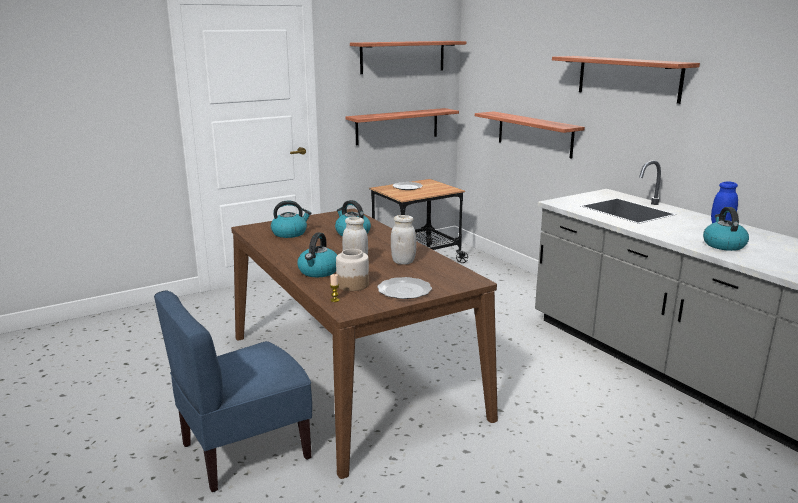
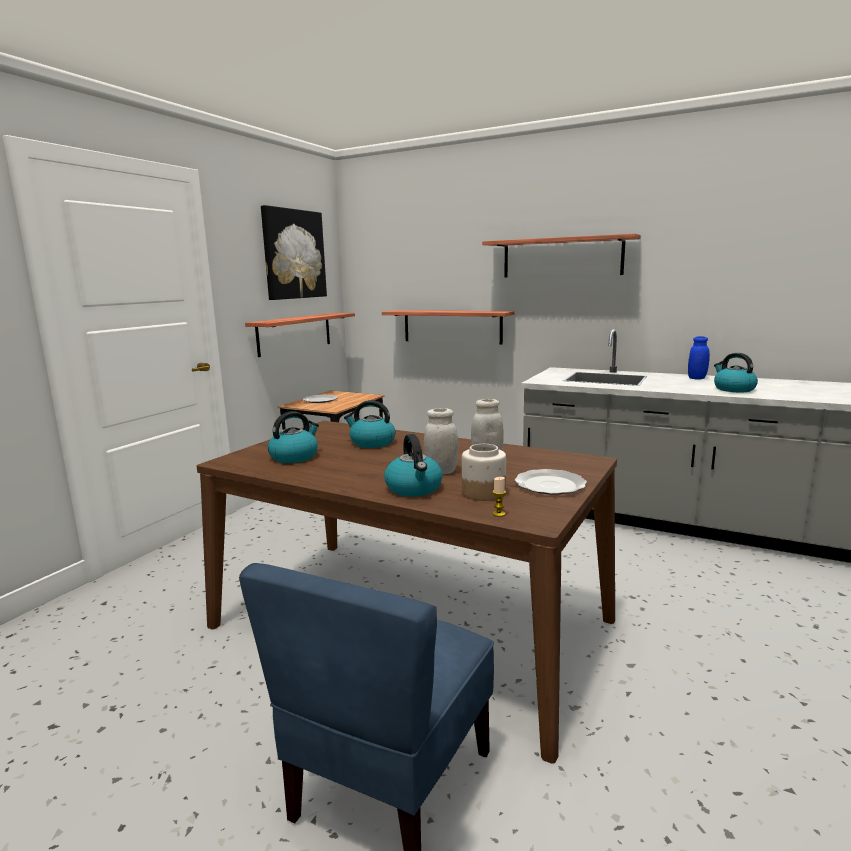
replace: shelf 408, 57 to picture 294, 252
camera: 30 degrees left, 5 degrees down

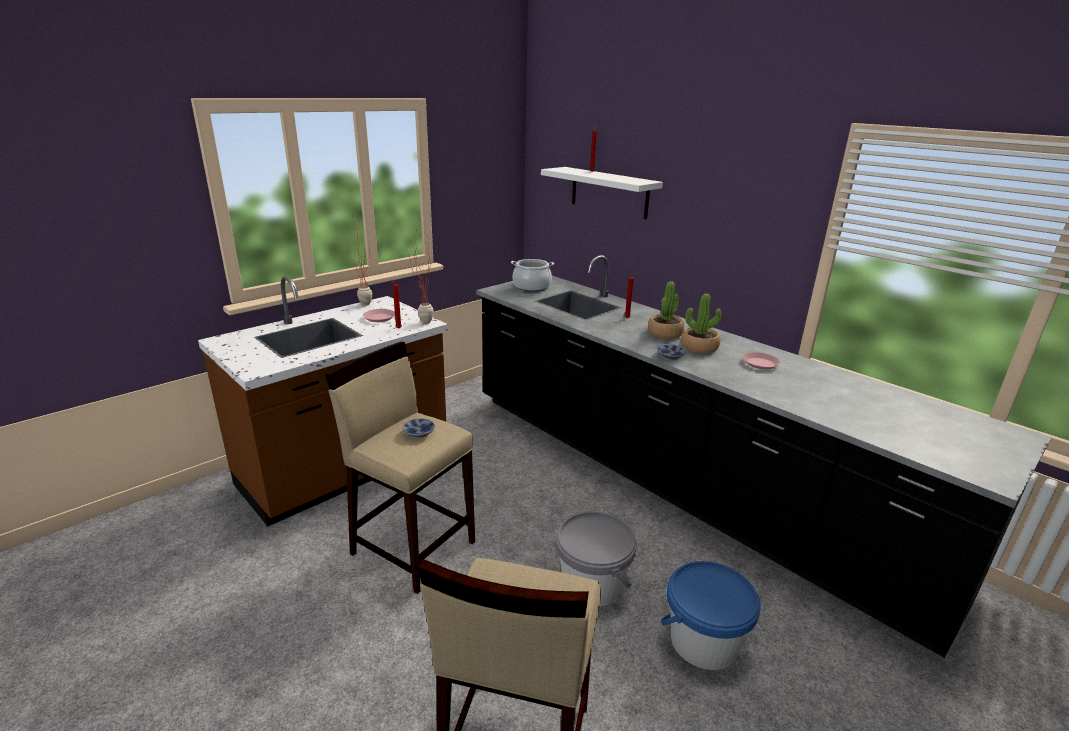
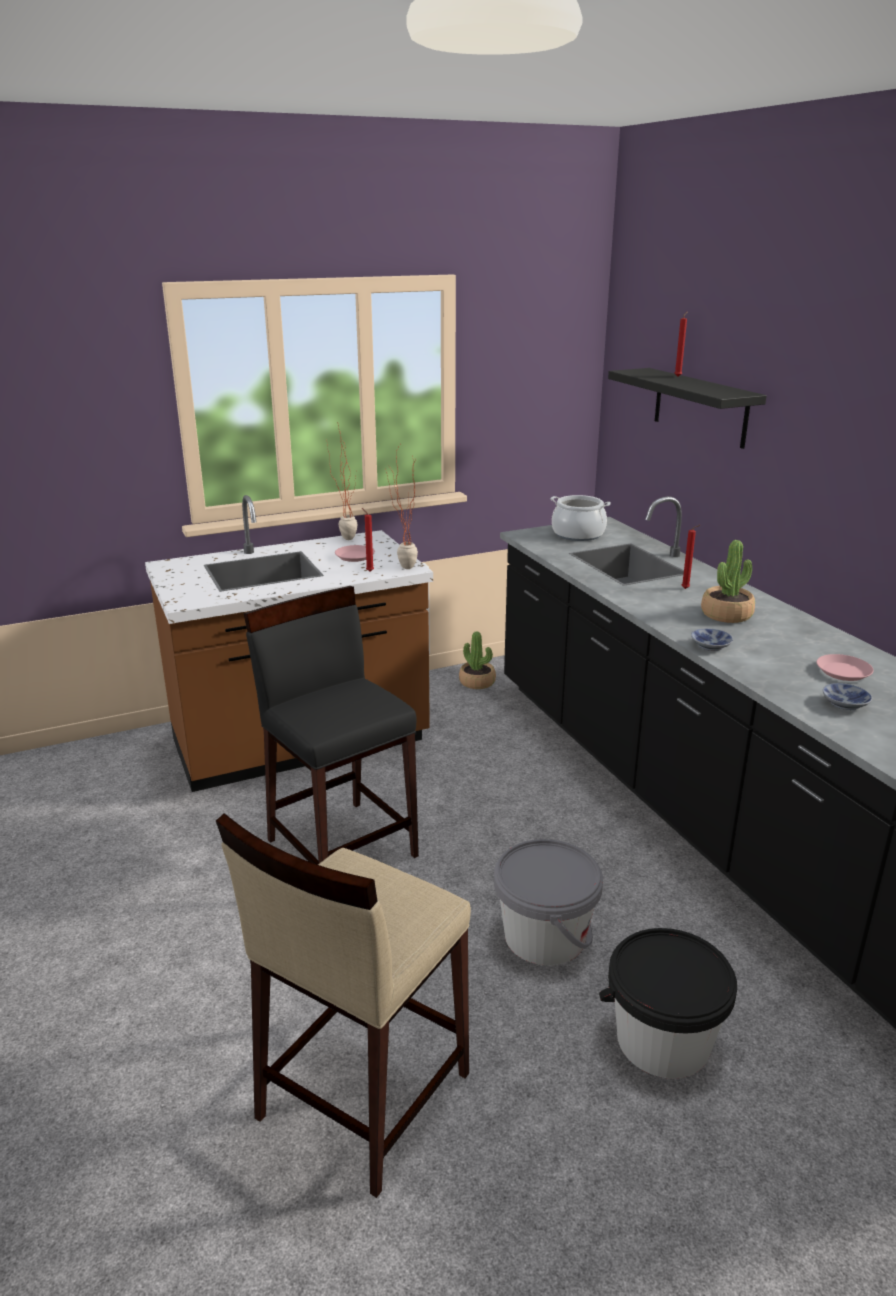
move: potted plant 701, 324 to 477, 660; bowl 419, 428 to 847, 696
recolor: shelf (white) 602, 193 to shelf (black) 687, 408; stool (beige) 400, 468 to stool (black) 331, 725; bucket (blue) 710, 615 to bucket (black) 668, 1003
camera: 20 degrees right, 0 degrees up

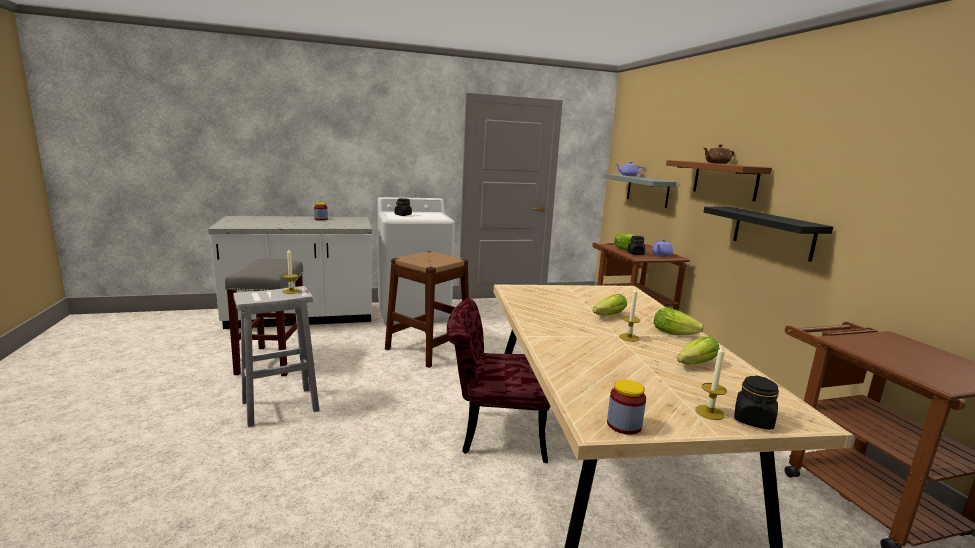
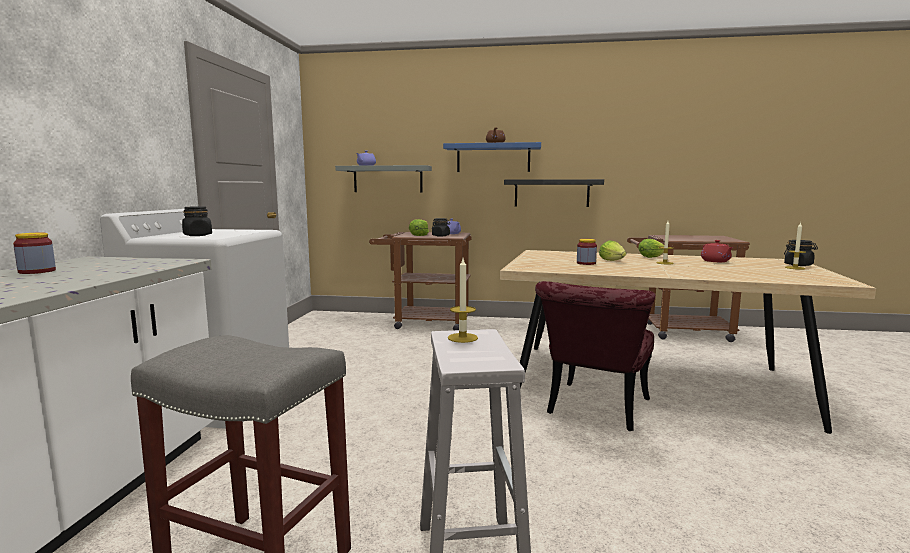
delete: stool (brown) 427, 309
move: jar 626, 407 to 587, 252
replace: lettuce 698, 351 to teapot (red) 717, 251
recolor: shelf (brown) 719, 180 to shelf (blue) 492, 157
camera: 65 degrees left, 5 degrees down

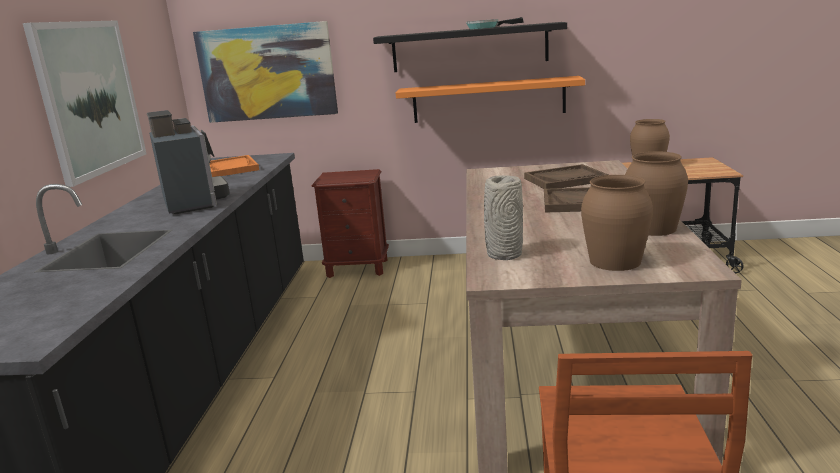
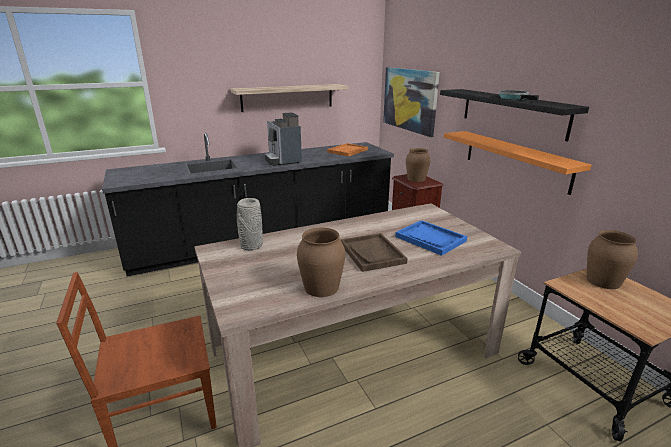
move: vase (brown) 617, 223 to 418, 165
replace: picture 85, 103 to shelf 290, 98
recolor: tray (brown) 566, 176 to tray (blue) 431, 238
rotate: coffee machine 188, 162 = 283, 139 120 degrees clockwise
camera: 60 degrees right, 5 degrees up

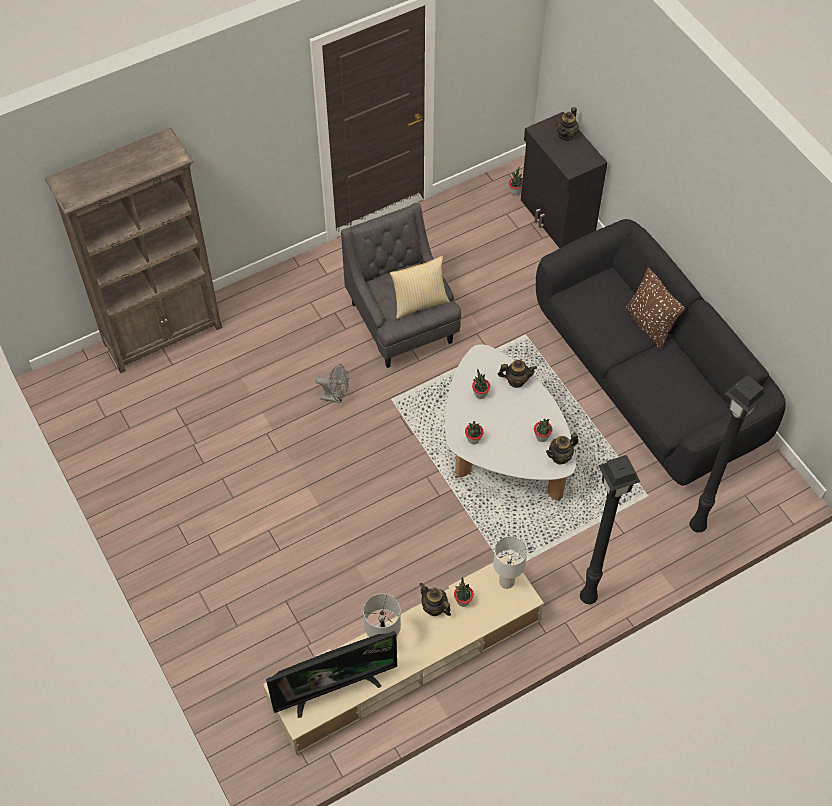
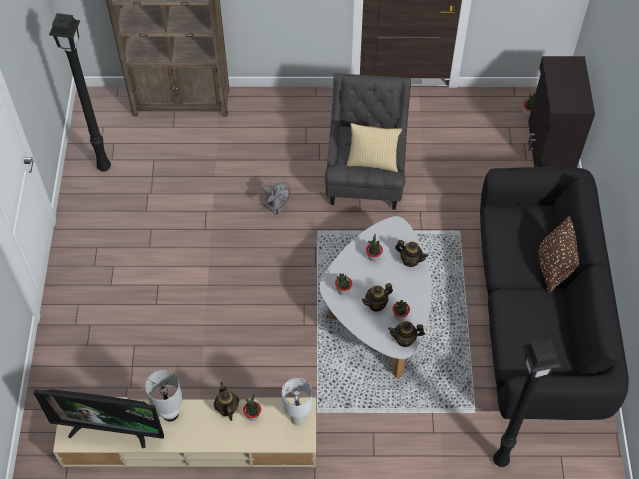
move: teapot 567, 124 to 377, 297; floor lamp (black) 610, 529 to 80, 92
camera: 30 degrees right, 0 degrees up

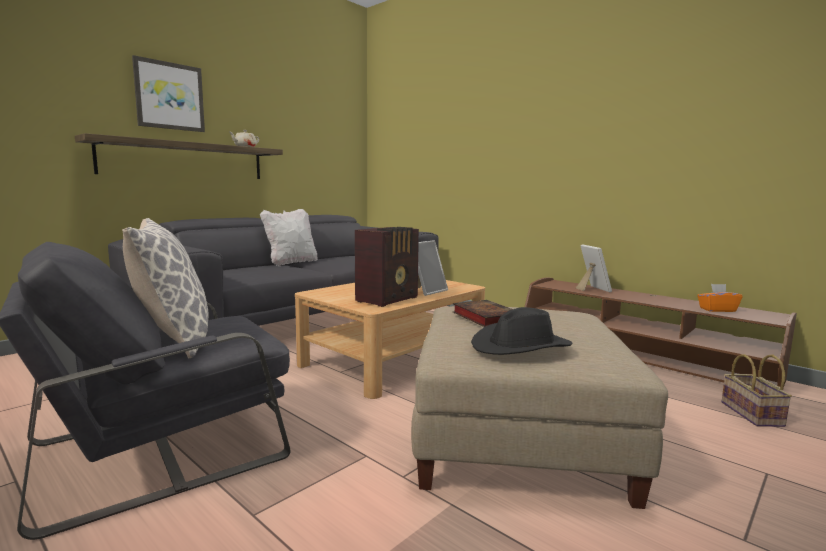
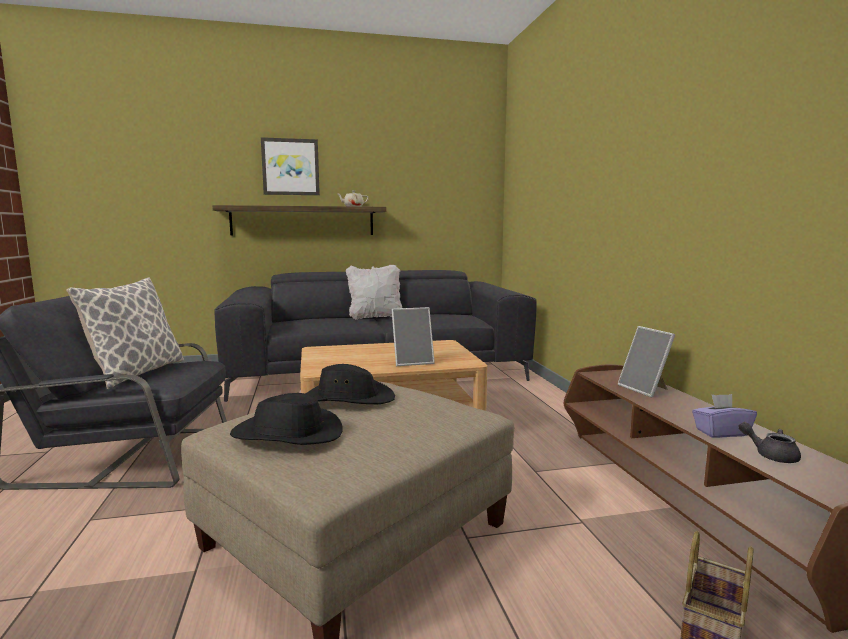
delete: radio 387, 267
insert: tissue box (purple) 724, 416
replace: tissue box (orange) 719, 298 to teapot (grey) 769, 442; book 483, 313 to hat (black) 350, 384
rotate: picture frame 594, 268 = 646, 361 135 degrees clockwise
camera: 35 degrees right, 0 degrees up

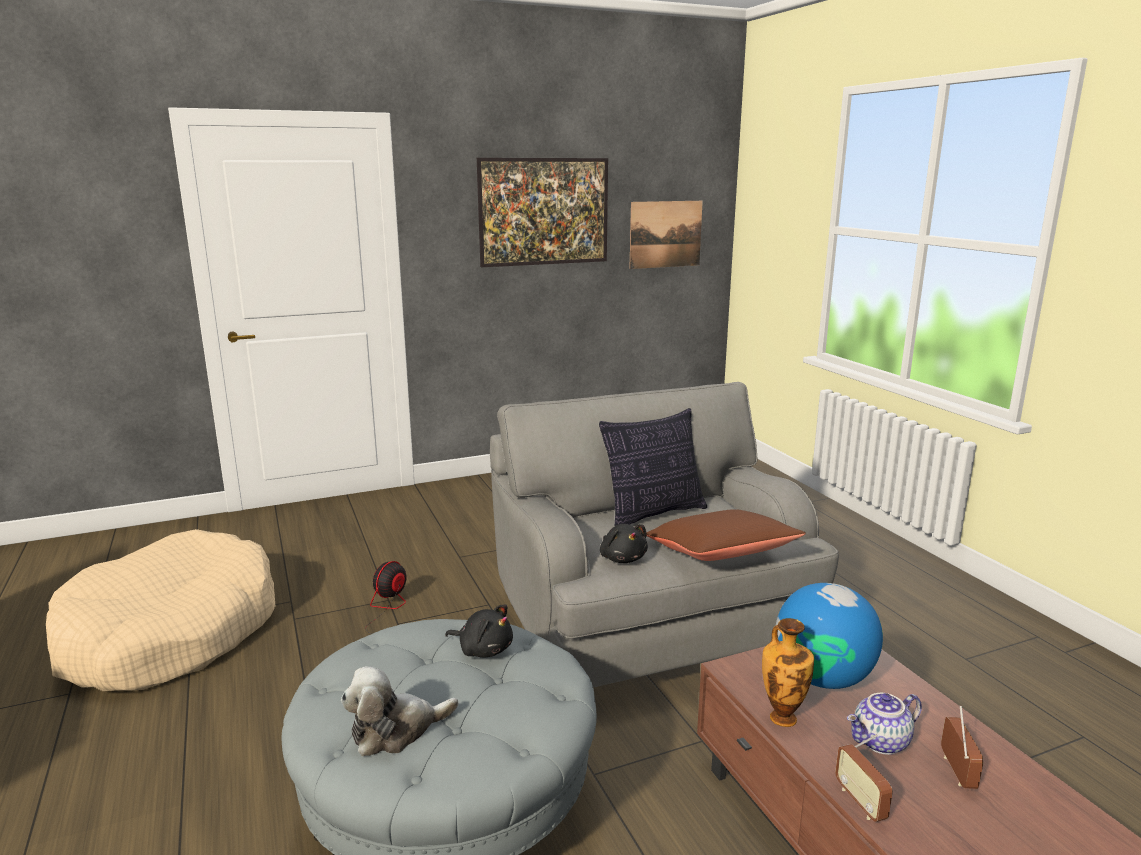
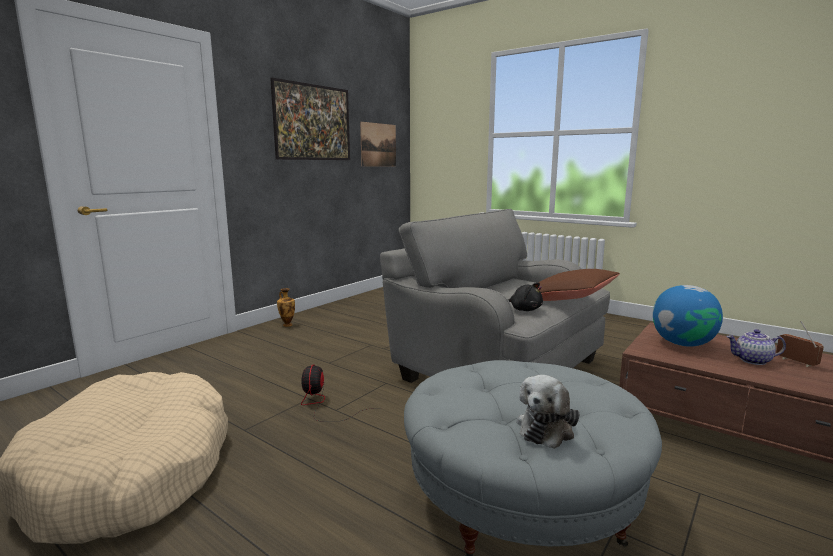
delete: pillow 653, 467; plush toy (black) 479, 630; radio 864, 778
move: vase 788, 672 to 286, 307
rotate: teapot 884, 724 = 756, 347 60 degrees clockwise
camera: 30 degrees left, 5 degrees down

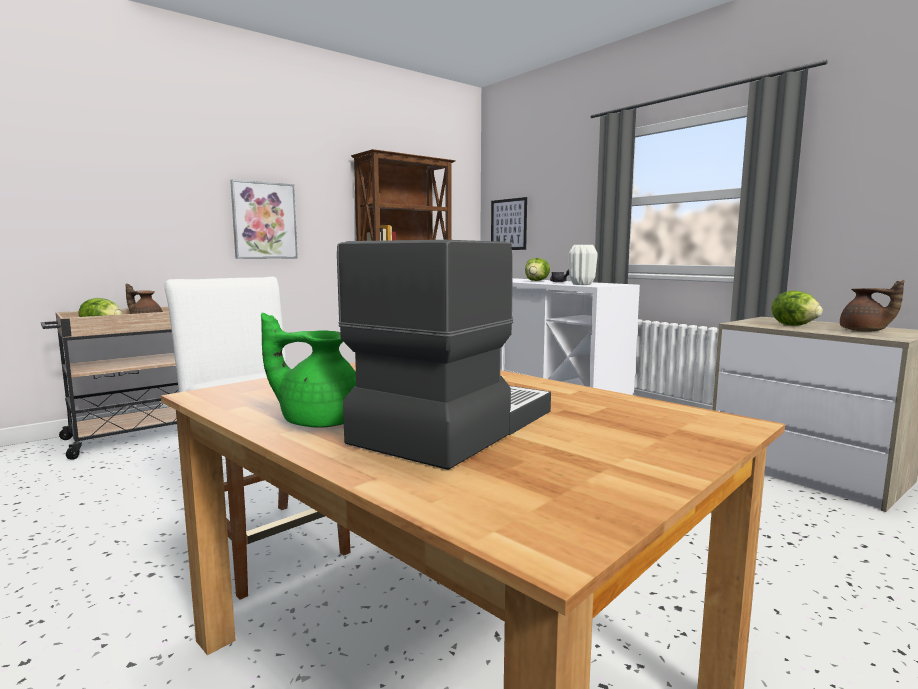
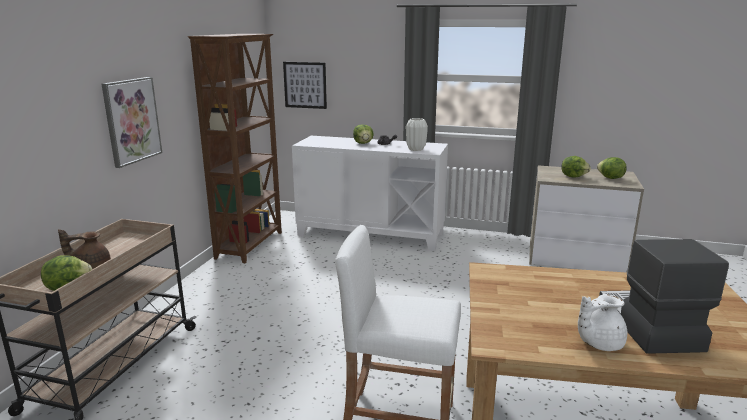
replace: teapot (brown) 872, 306 to lettuce 612, 168
recolor: teapot (green) 308, 370 to teapot (white) 602, 322
camera: 35 degrees left, 10 degrees up

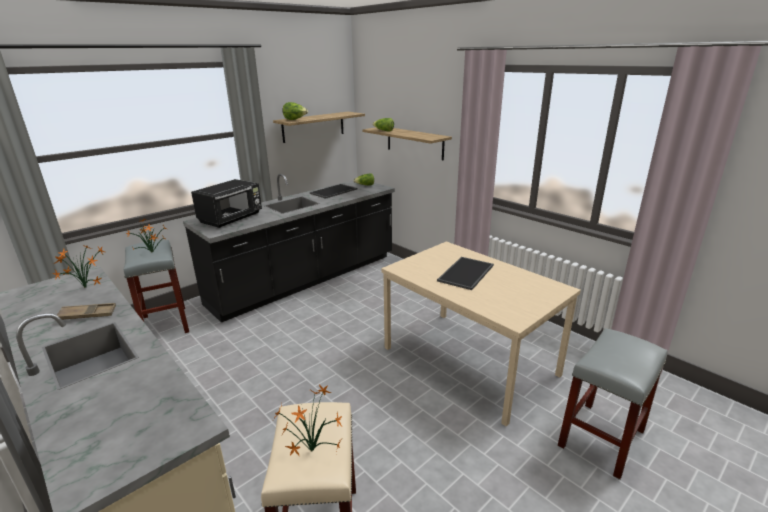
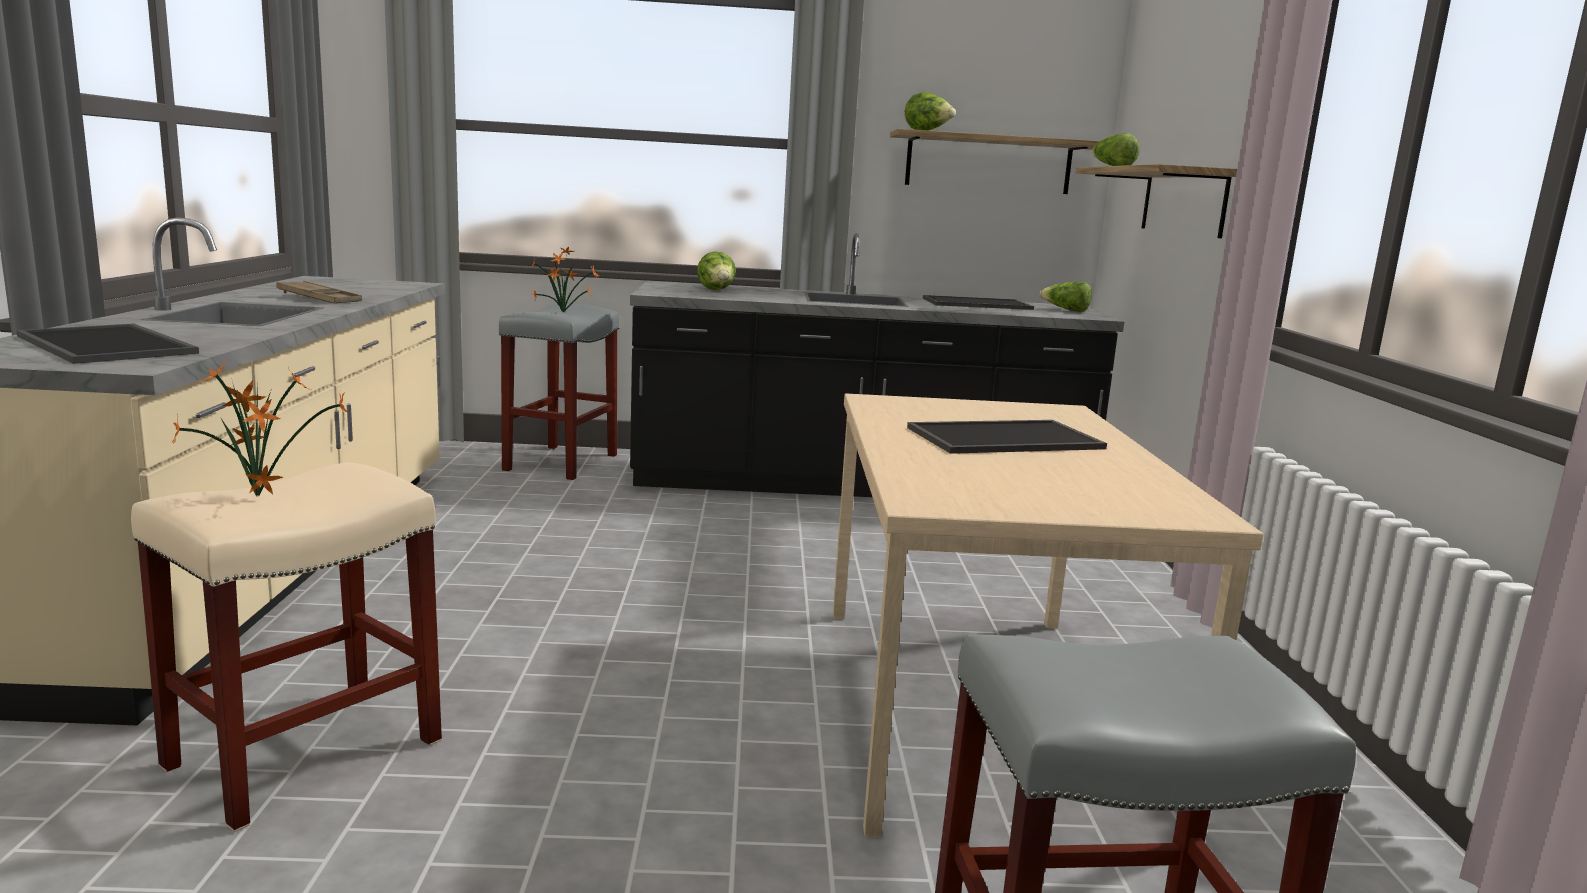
delete: potted plant 78, 266
insert: tray 107, 343
replace: microwave (black) 226, 203 to lettuce 716, 270
camera: 40 degrees right, 10 degrees down

